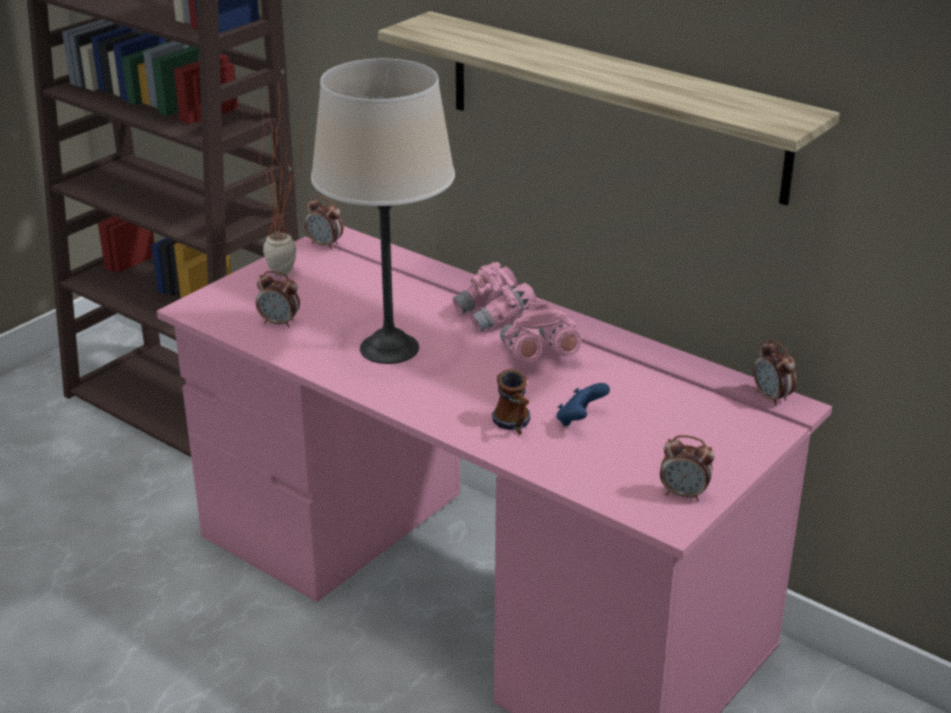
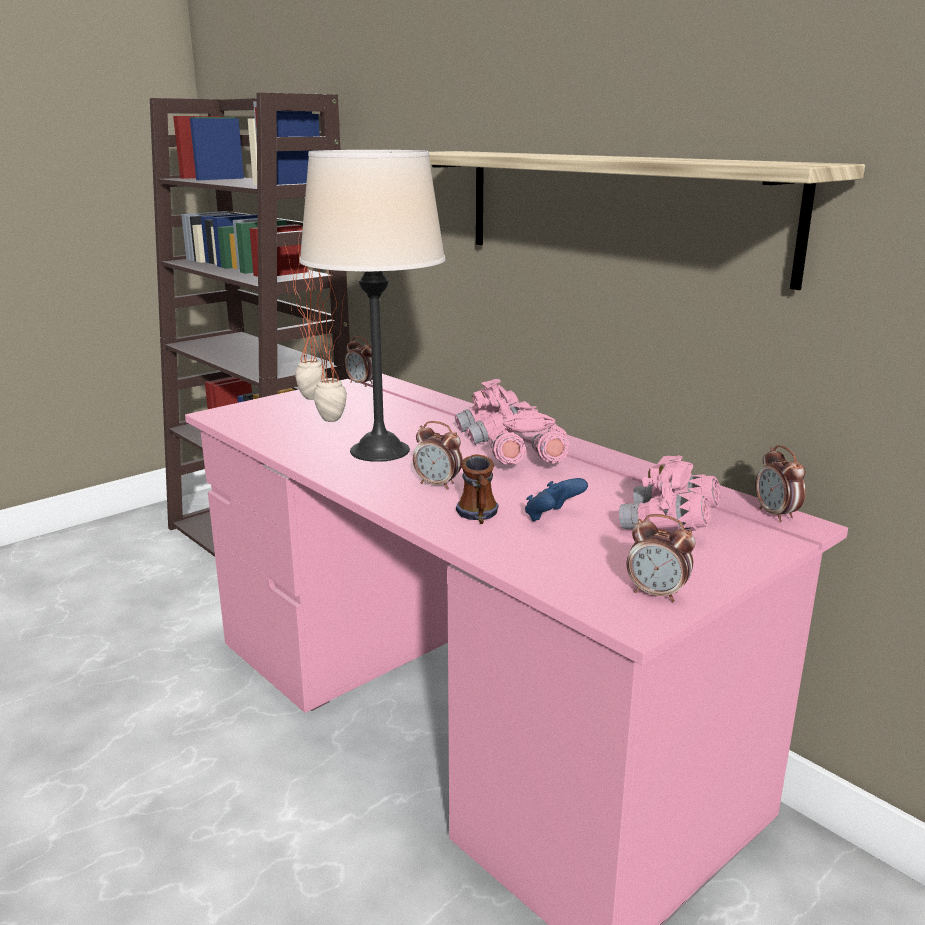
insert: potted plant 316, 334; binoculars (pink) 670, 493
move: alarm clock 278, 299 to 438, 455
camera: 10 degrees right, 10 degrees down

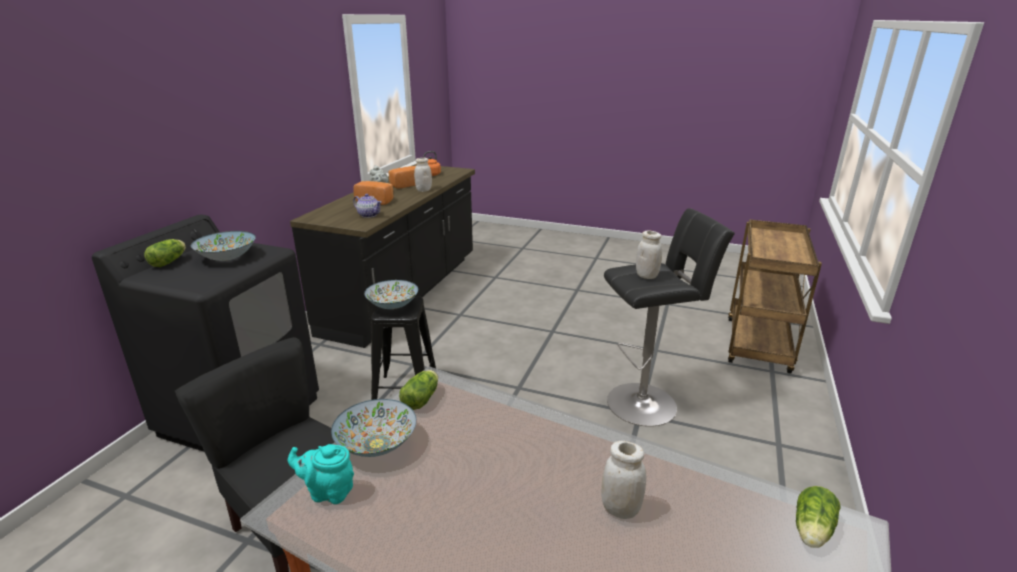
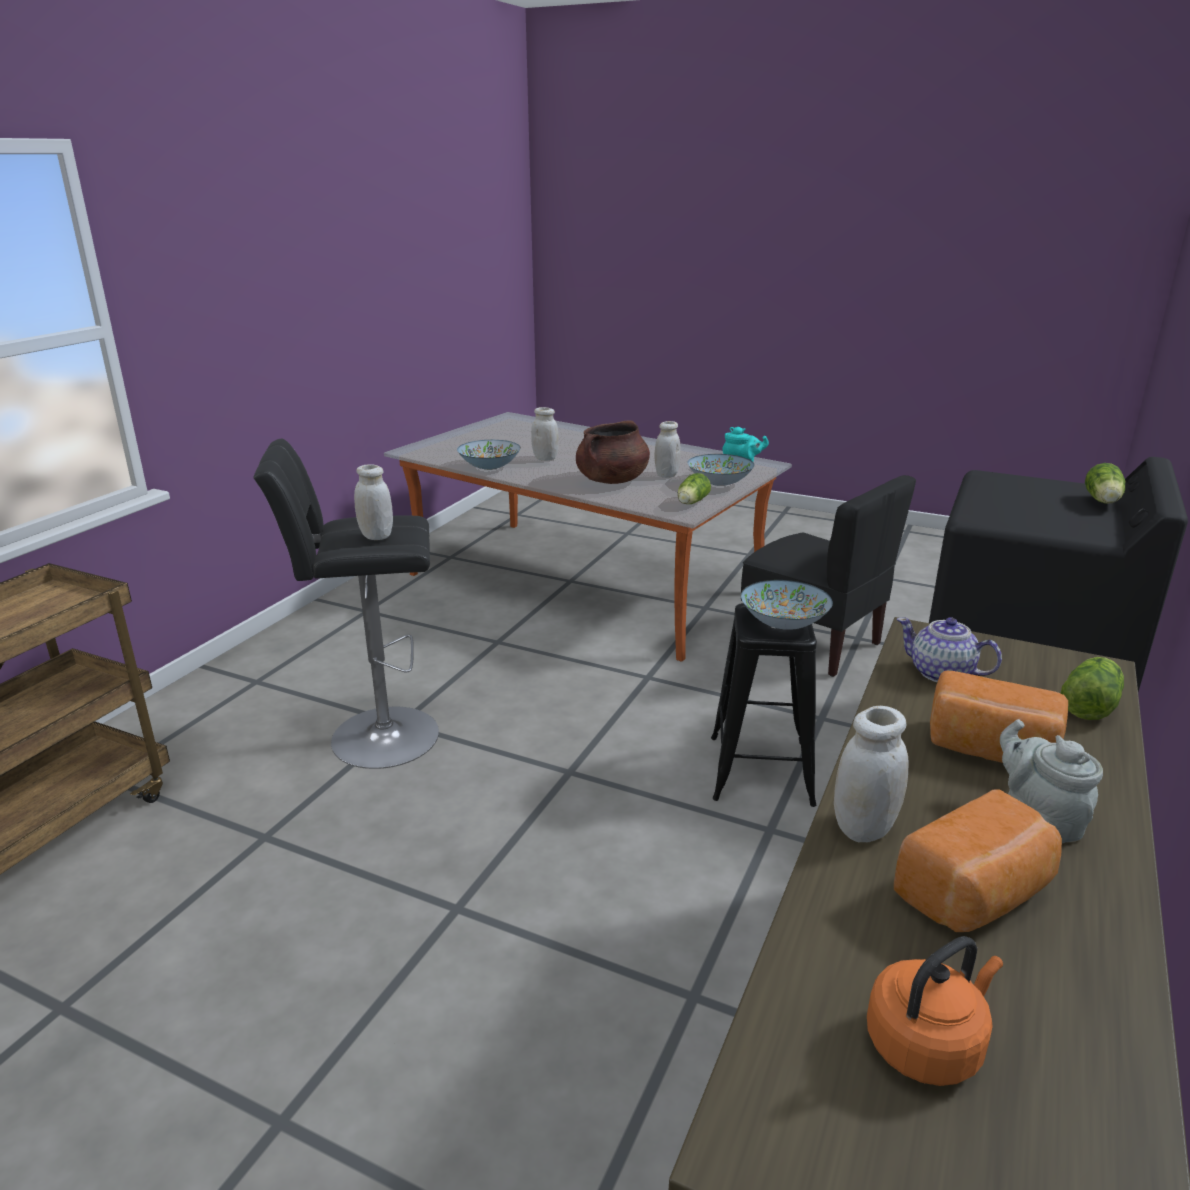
insert: cooking pot (brown) 613, 452; jar (white) 667, 449
move: bowl 223, 246 to 489, 455; lettuce 818, 517 to 1092, 688
camera: 175 degrees left, 0 degrees up

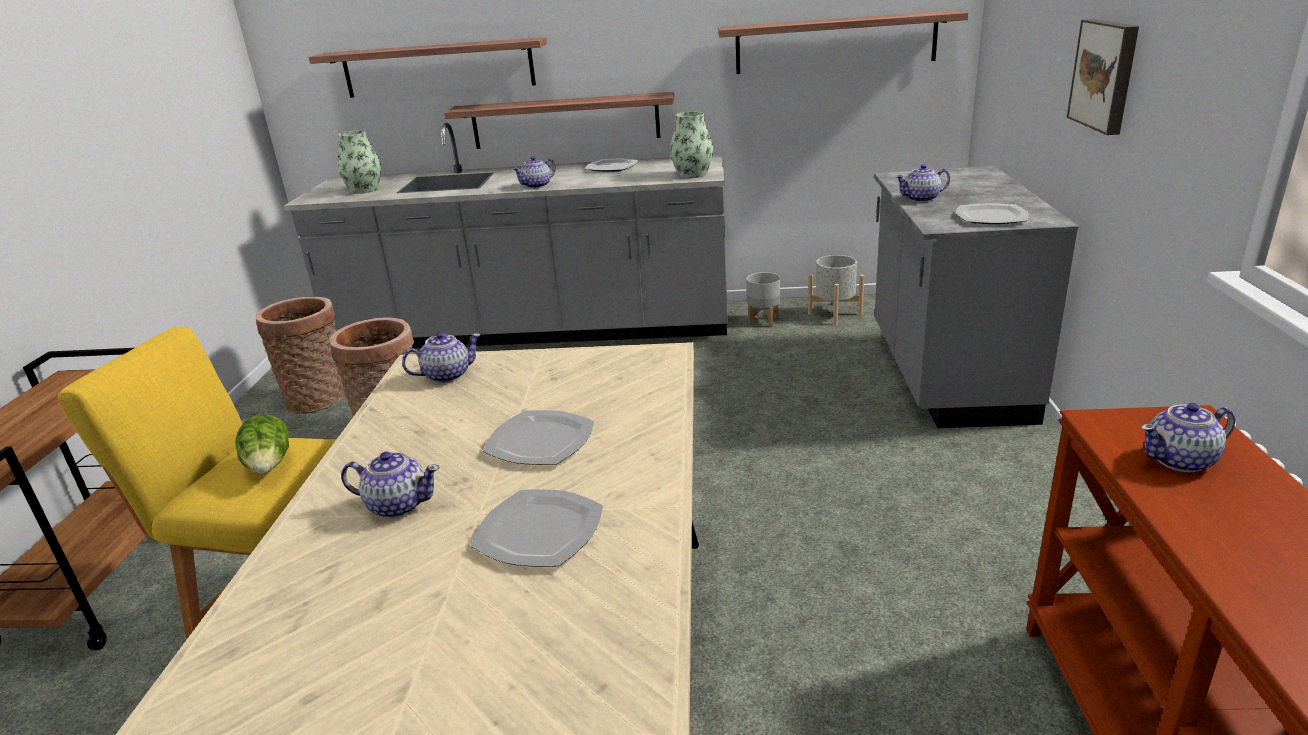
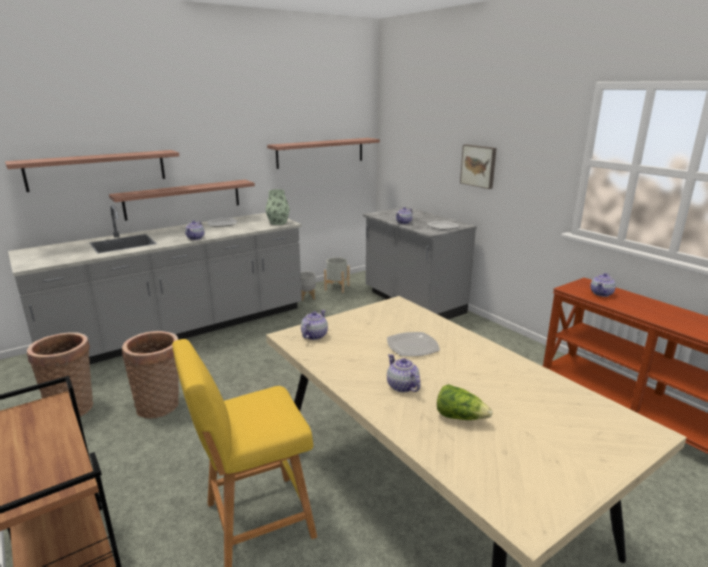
delete: vase 359, 162; plate 536, 528
move: lettuce 262, 444 to 465, 402
rotate: teapot 390, 485 = 404, 373 90 degrees counterclockwise
camera: 40 degrees left, 5 degrees down

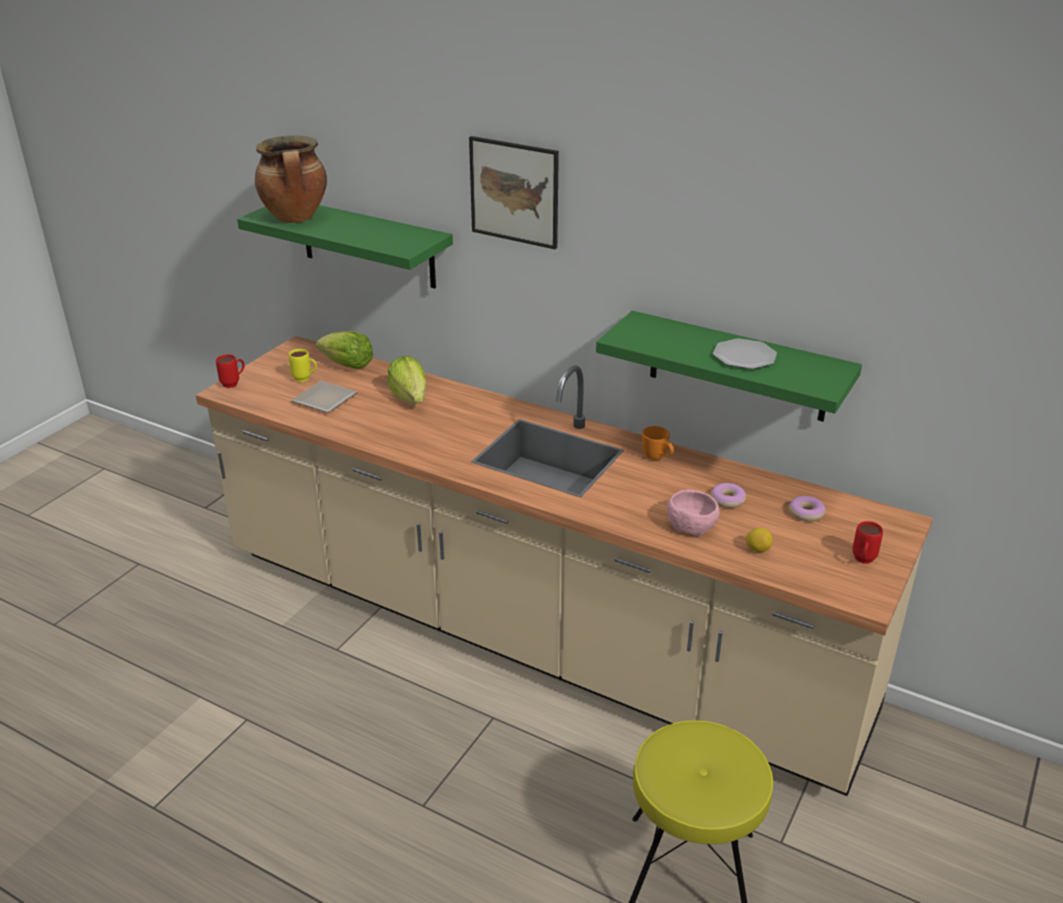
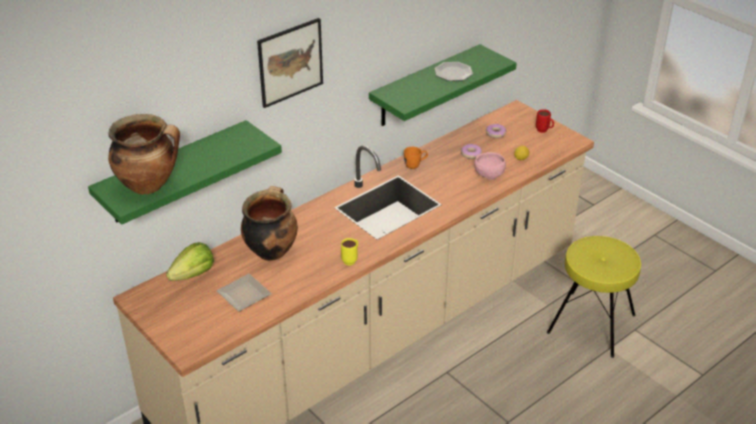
delete: mug (red) 230, 371
move: mug (yellow) 303, 365 to 349, 252
replace: lettuce 407, 380 to cooking pot 269, 223
camera: 70 degrees left, 5 degrees up

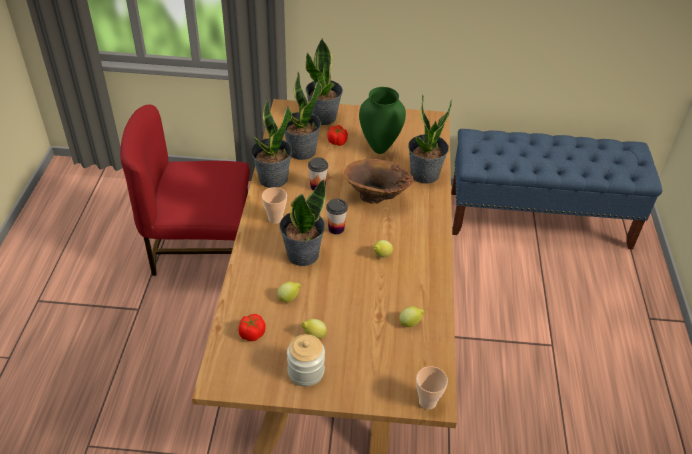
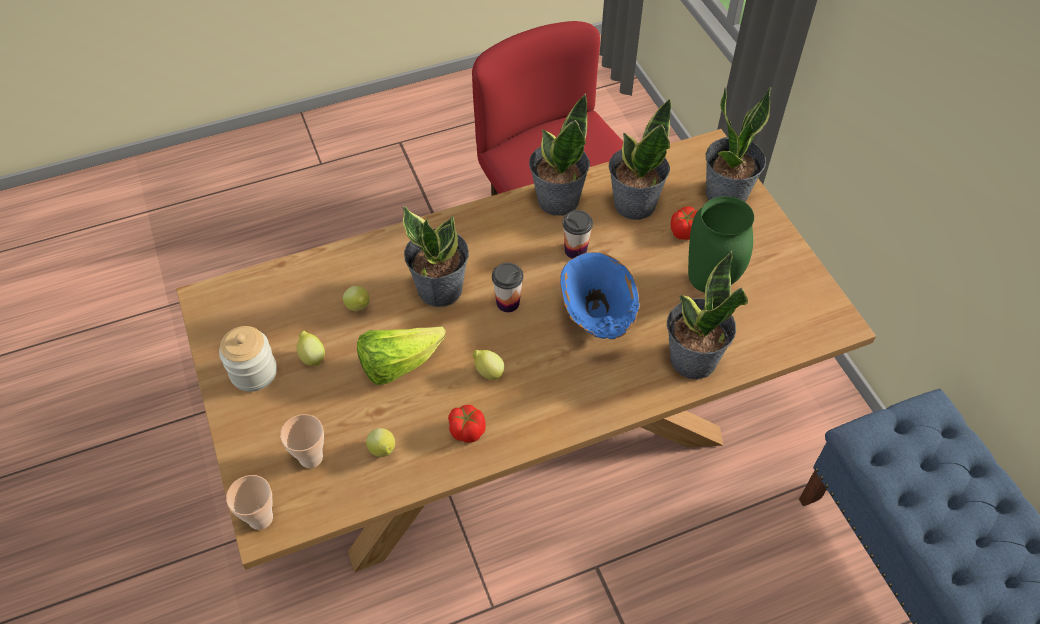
insert: lettuce 401, 355
move: cup 274, 205 to 302, 441; tomato 252, 327 to 467, 424
recolor: vase (brown) 378, 181 to vase (blue) 600, 295
camera: 65 degrees right, 10 degrees up

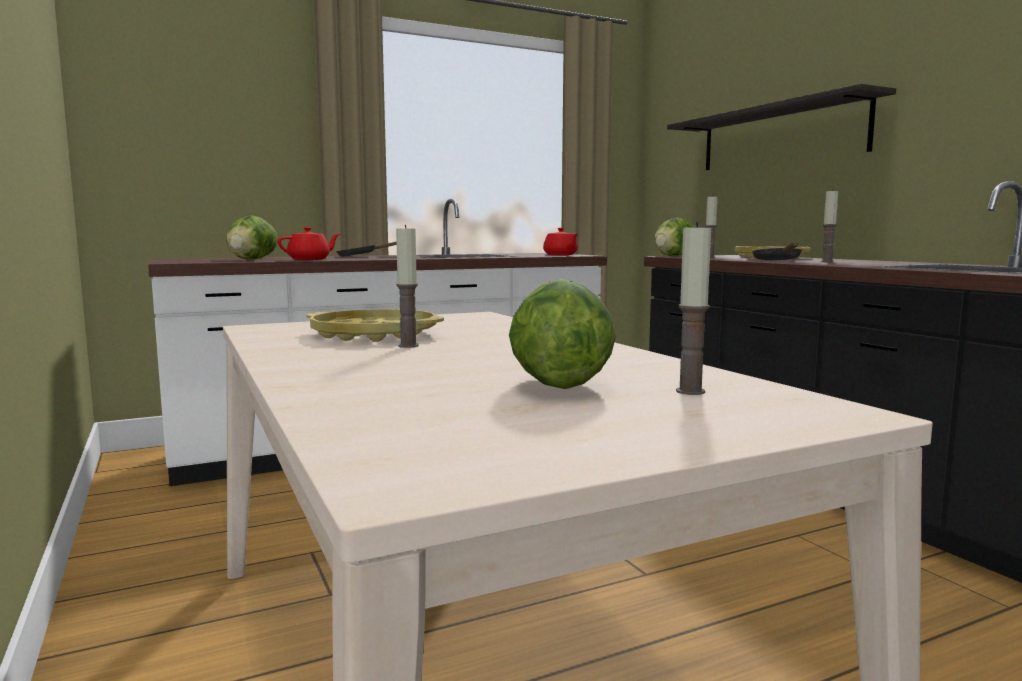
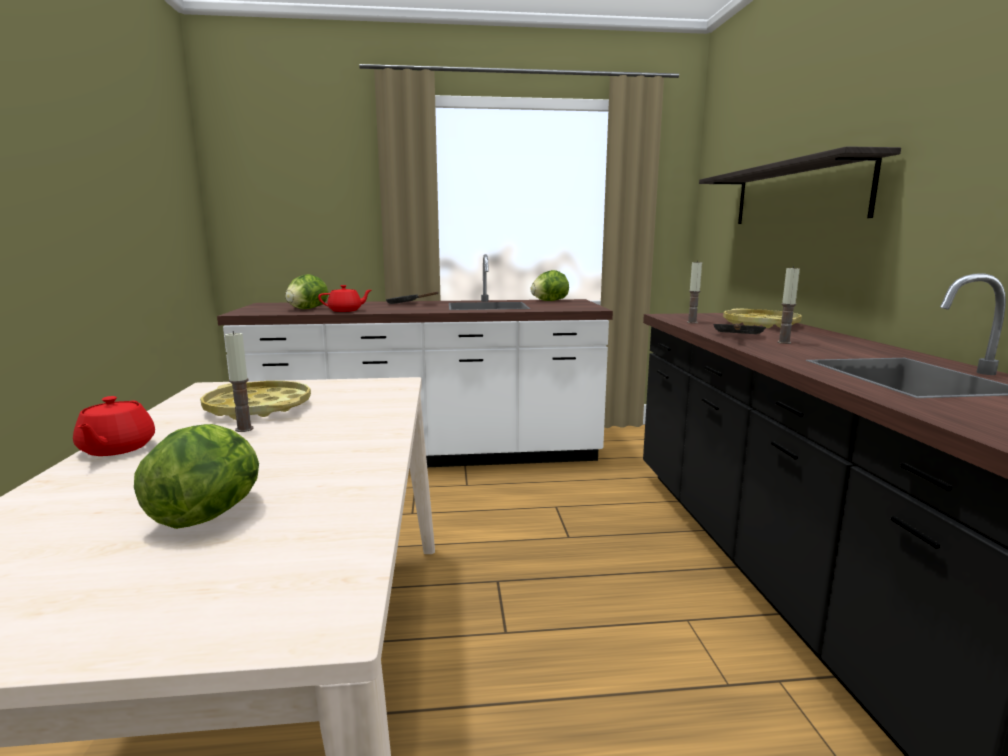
delete: candle 693, 308
move: lettuce 674, 236 to 550, 285; teapot (red) 560, 241 to 114, 426
camera: 20 degrees right, 5 degrees up

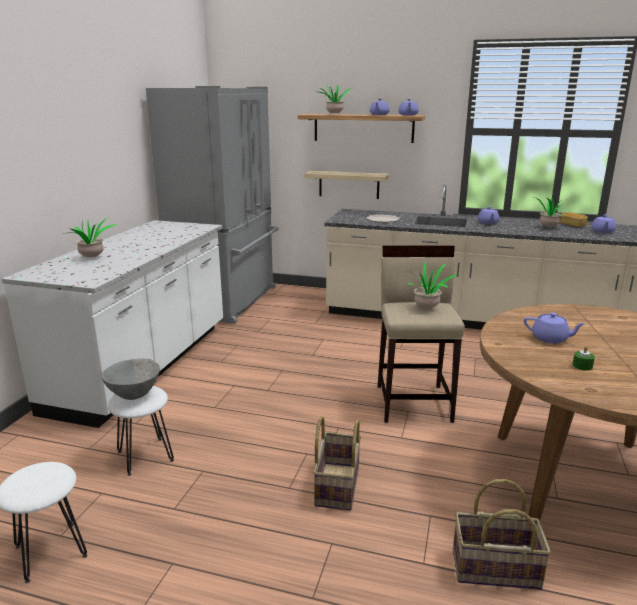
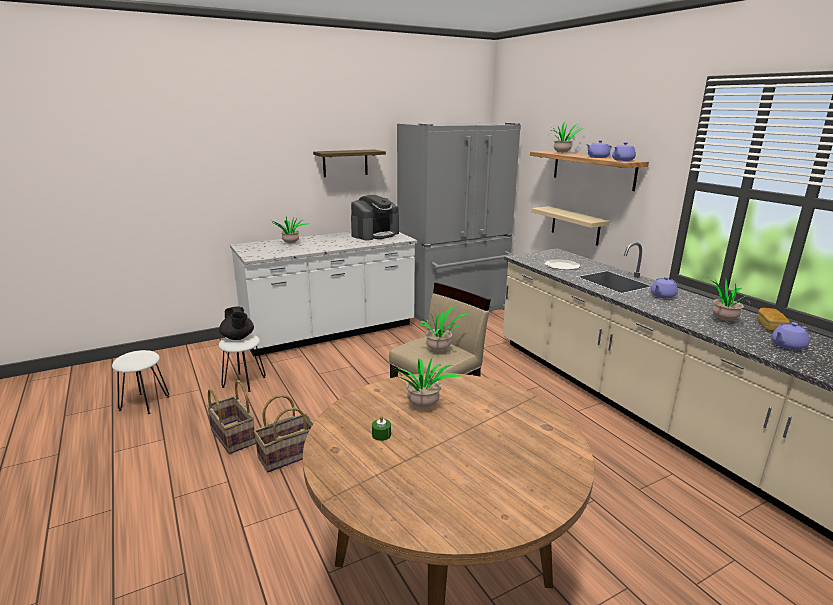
insert: shelf 349, 163; coffee machine 375, 217
move: basket 502, 534 to 231, 417
replace: teapot (purple) 554, 328 to potted plant 427, 383; bowl (grey) 131, 379 to teapot (black) 236, 323
camera: 45 degrees right, 0 degrees up

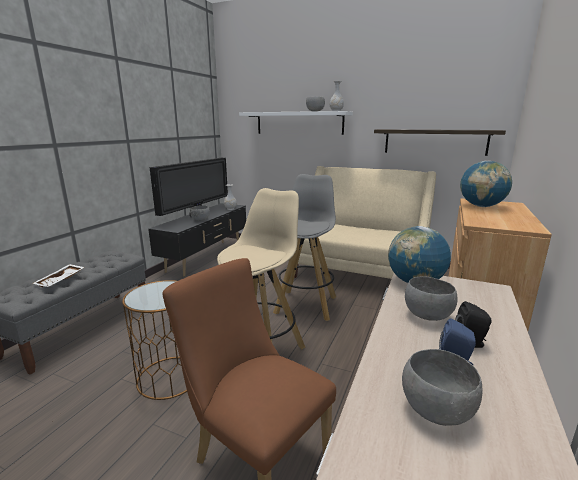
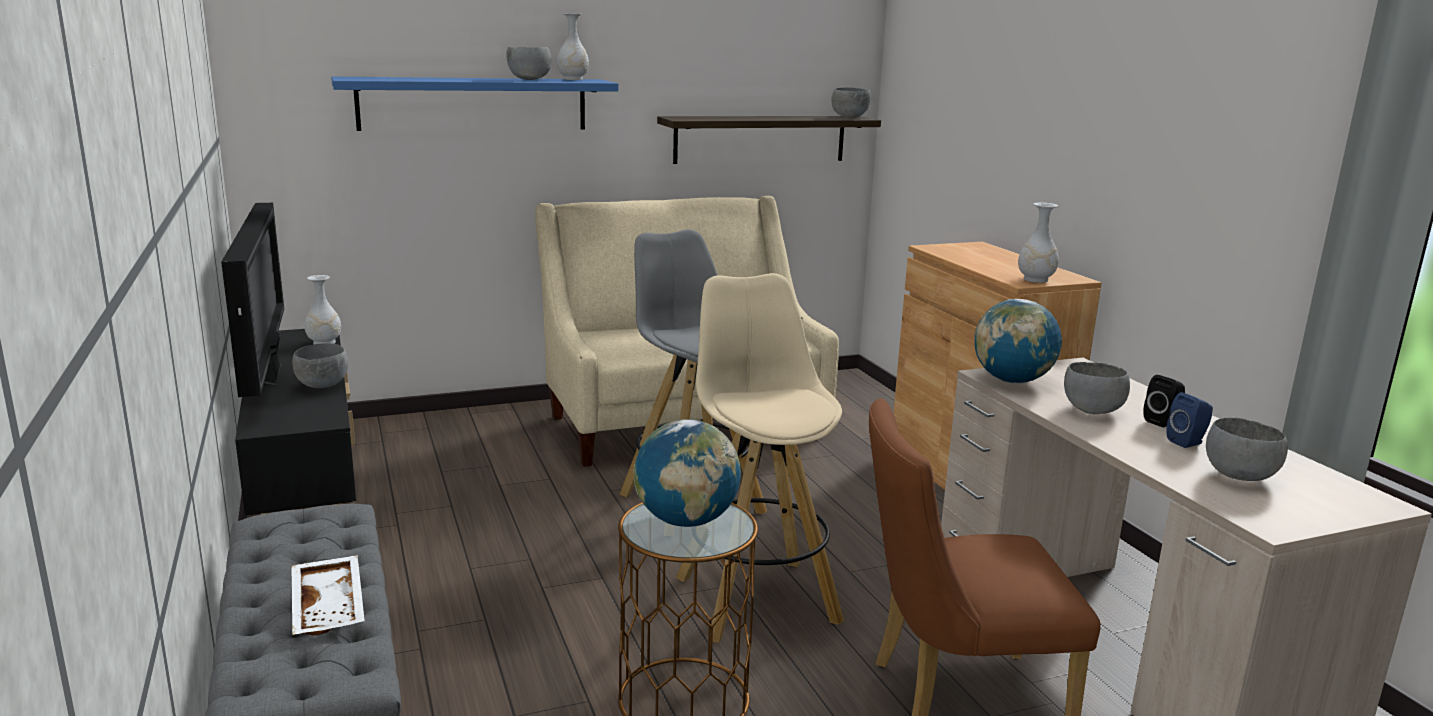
insert: bowl (grey) 851, 102; vase (white) 1038, 243
move: globe 486, 184 to 687, 473
recolor: shelf (white) 296, 123 to shelf (blue) 474, 104
camera: 45 degrees left, 0 degrees up

